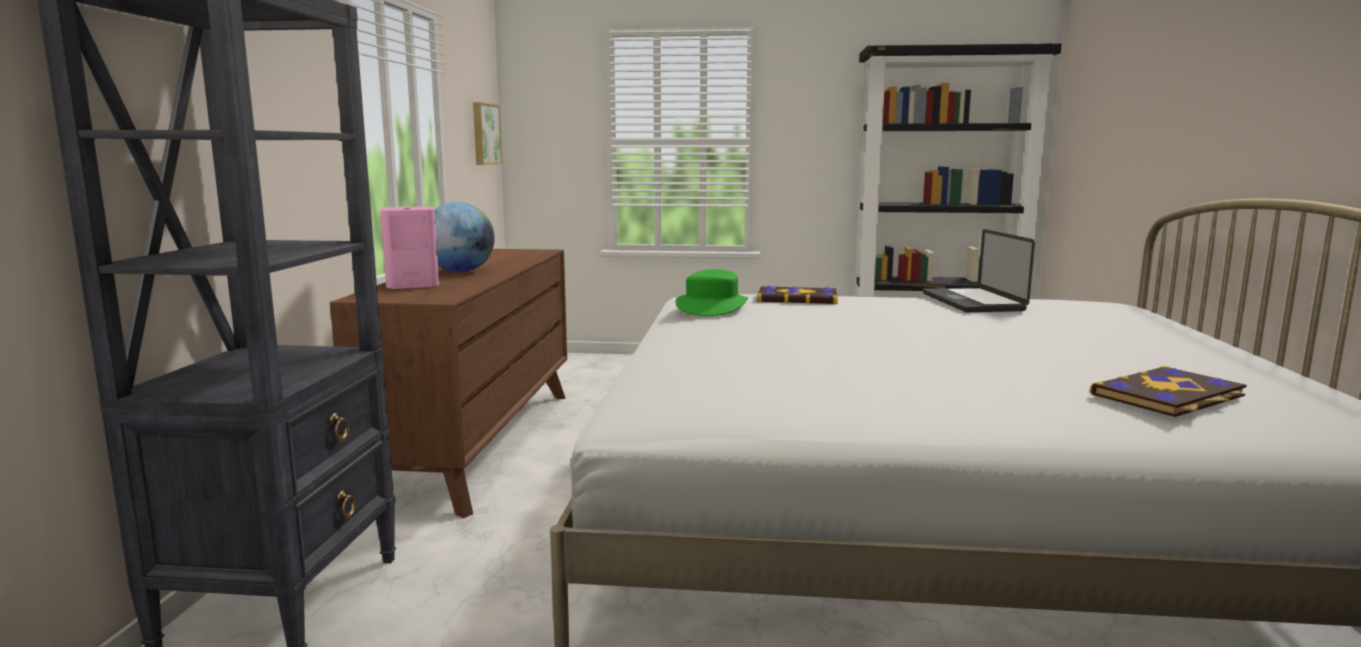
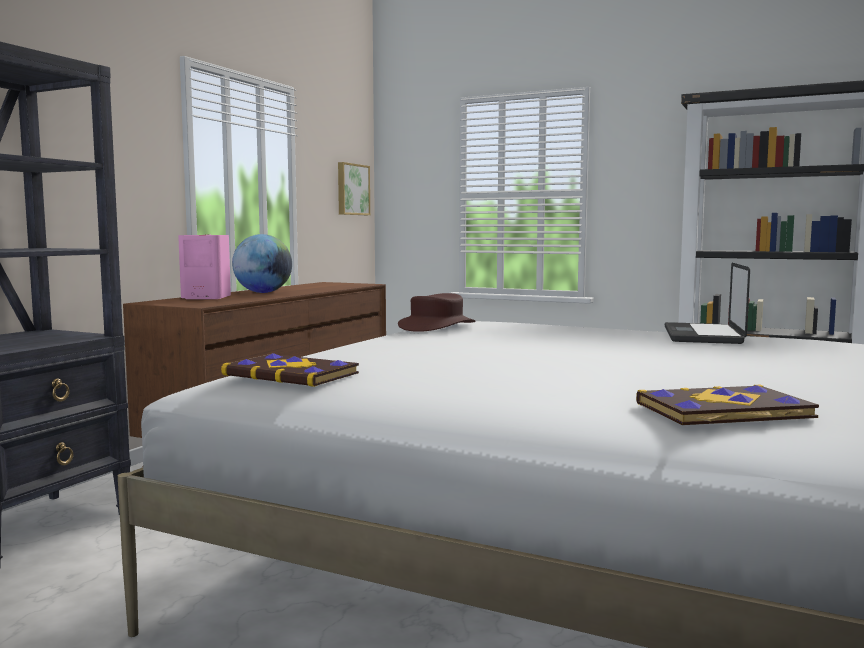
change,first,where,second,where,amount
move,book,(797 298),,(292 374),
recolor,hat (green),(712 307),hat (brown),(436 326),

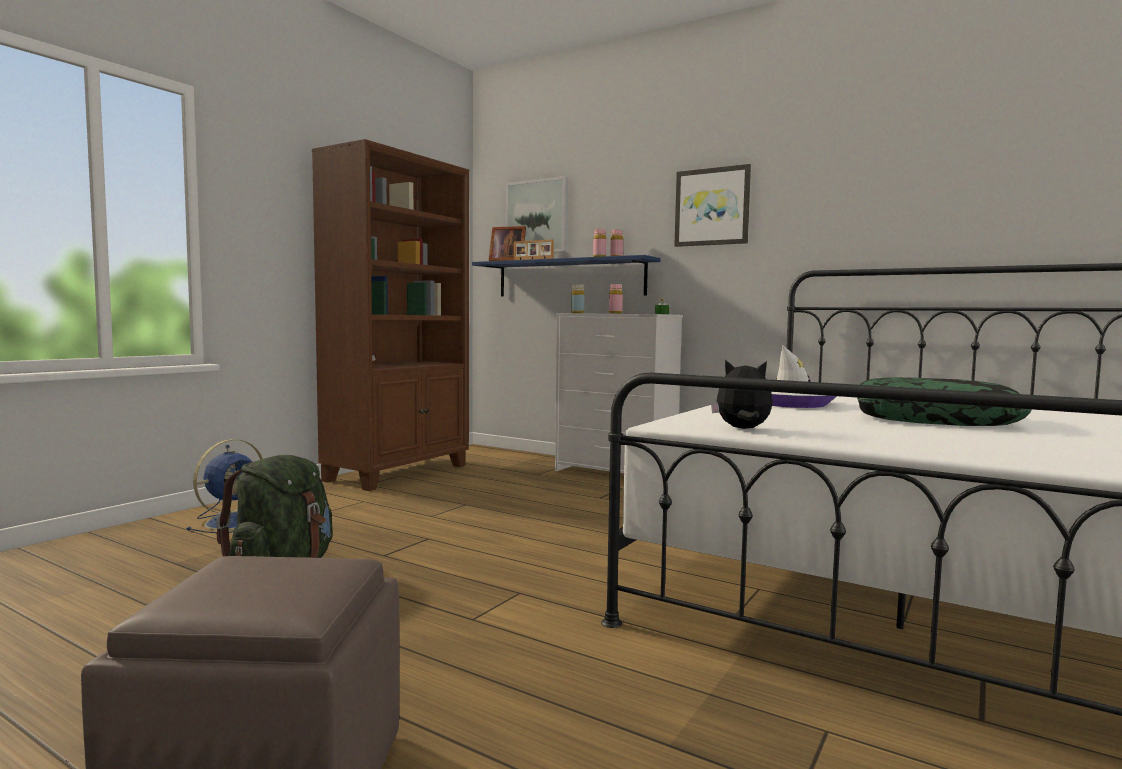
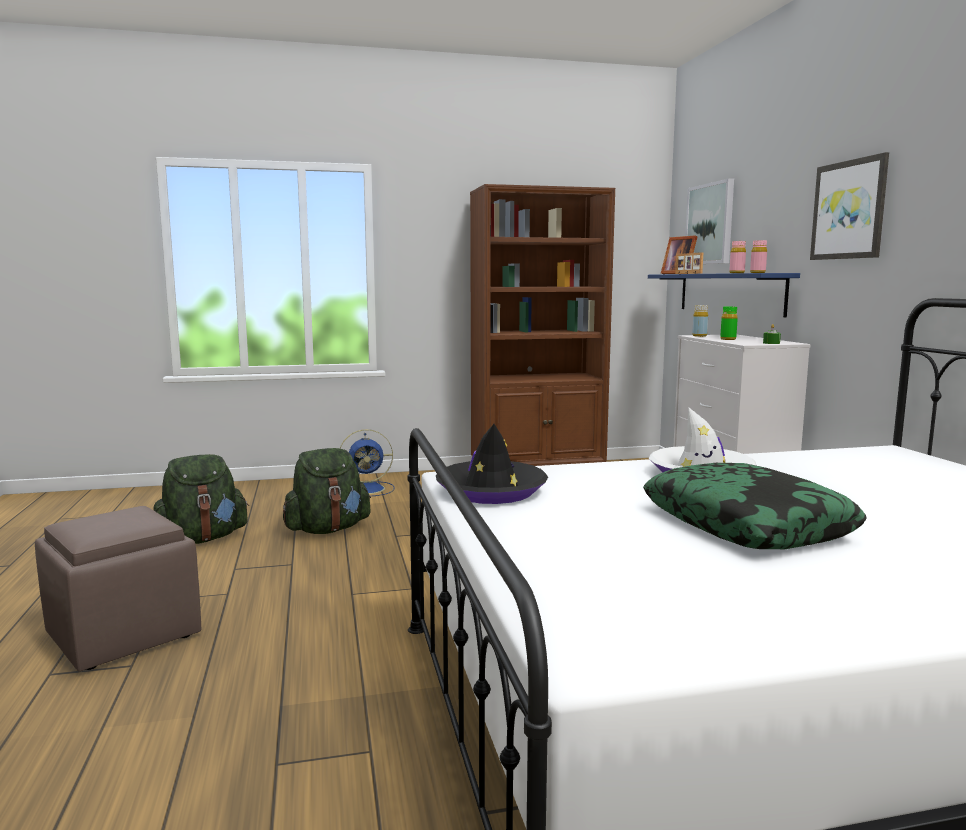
change,first,where,second,where,amount
insert,,,backpack (green),(202 539),
replace,plush toy,(742 429),hat (black),(491 491),
recolor,bottle (pink),(615 313),bottle (green),(728 339),

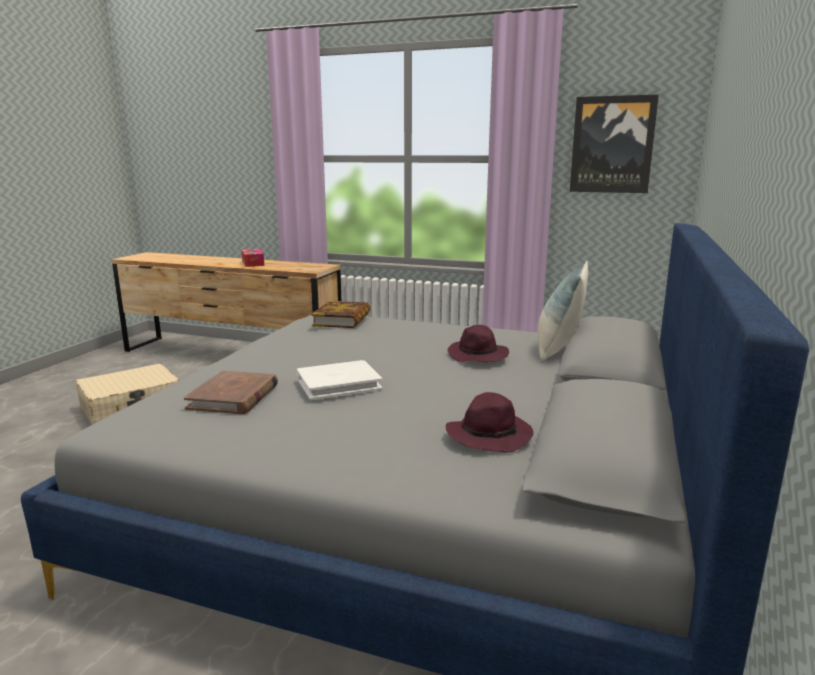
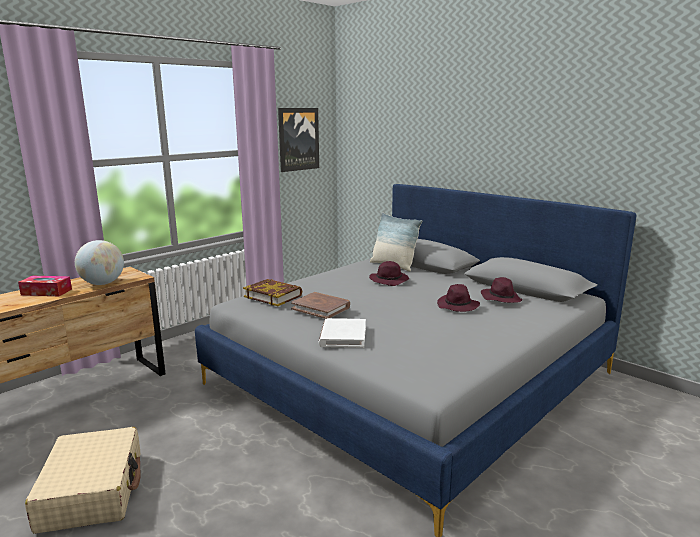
change,first,where,second,where,amount
insert,,,globe,(102 283),
move,book (brown),(234 397),,(321 308),
move,book (white),(338 384),,(343 336),
insert,,,hat (purple),(458 306),

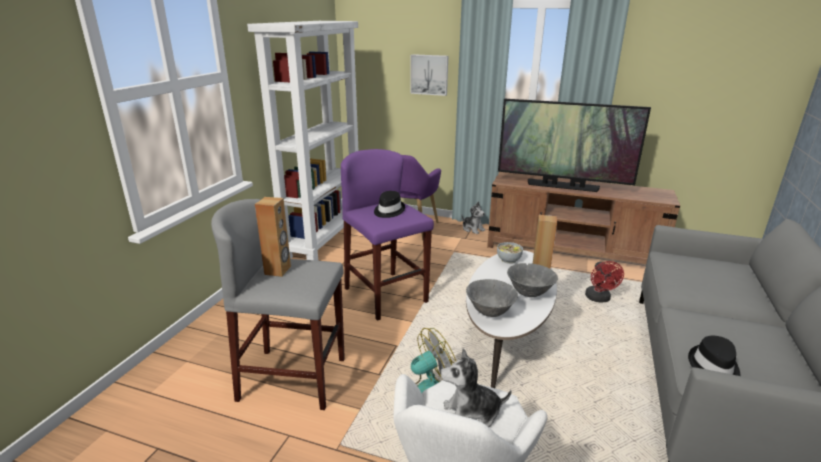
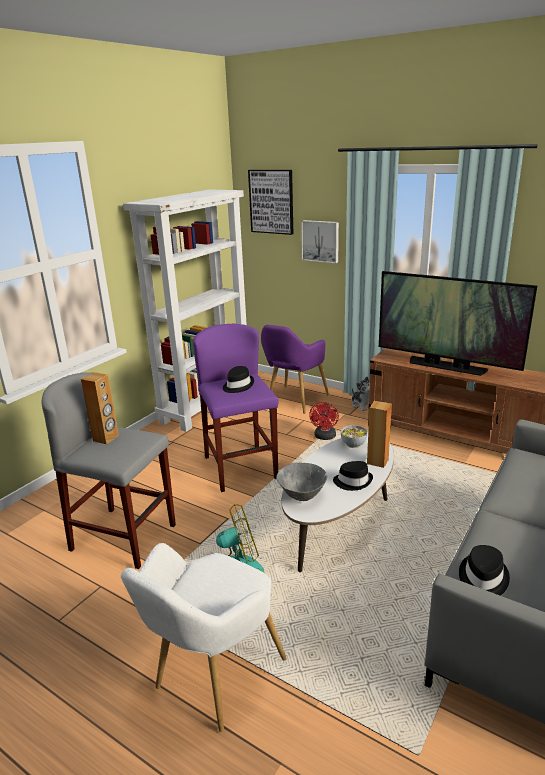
change,first,where,second,where,amount
insert,,,picture,(271 201),
move,fan (red),(599 299),,(324 437),
replace,bowl (grey),(529 294),hat (black),(353 481),
delete,plush toy,(471 414),,,

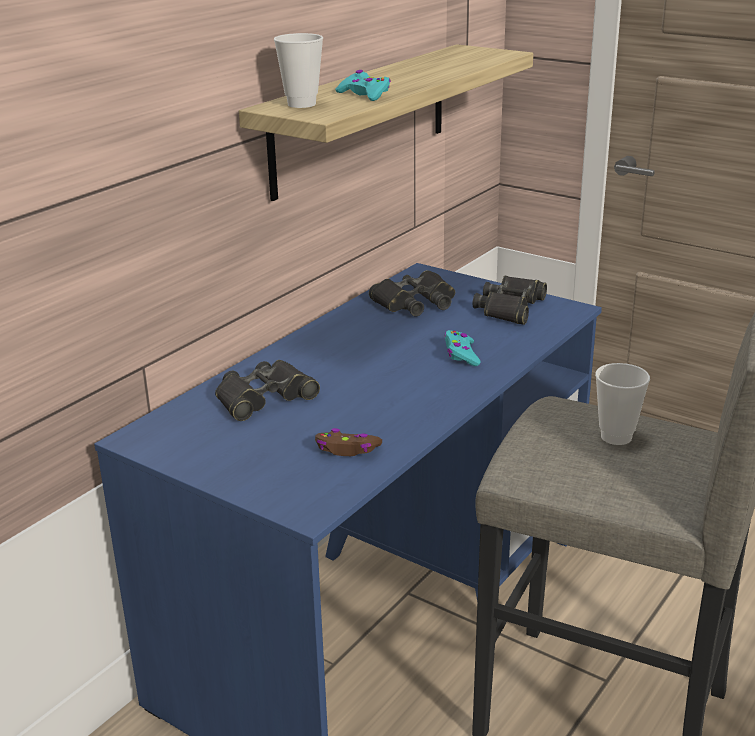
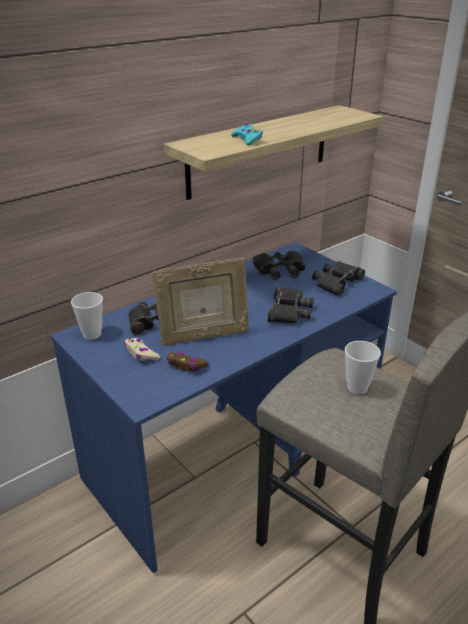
change,first,where,second,where,amount
move,cup,(301 104),,(92 334),
insert,,,game controller (beige),(141 354),
insert,,,picture frame,(203 336),
replace,game controller (turquoise),(461 354),binoculars (black),(288 311),

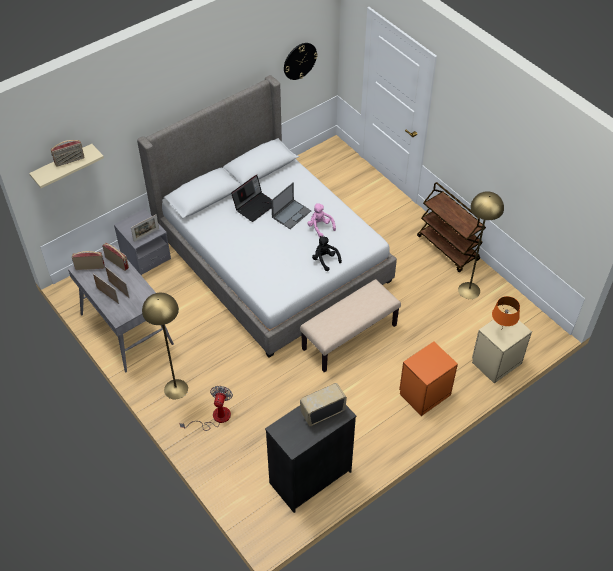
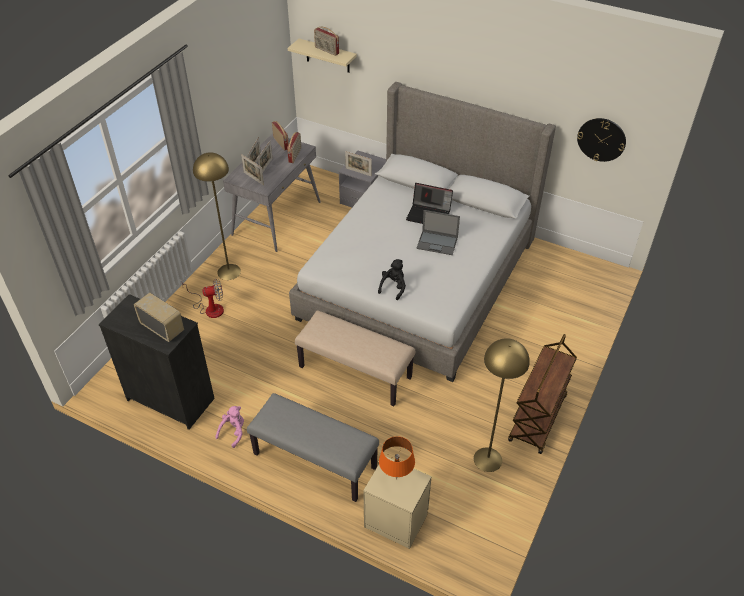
change,first,where,second,where,amount
move,plush toy (pink),(320 227),,(233 432),
insert,,,picture frame,(253 179),
replace,nightstand (orange),(423 394),bench (grey),(314 461),

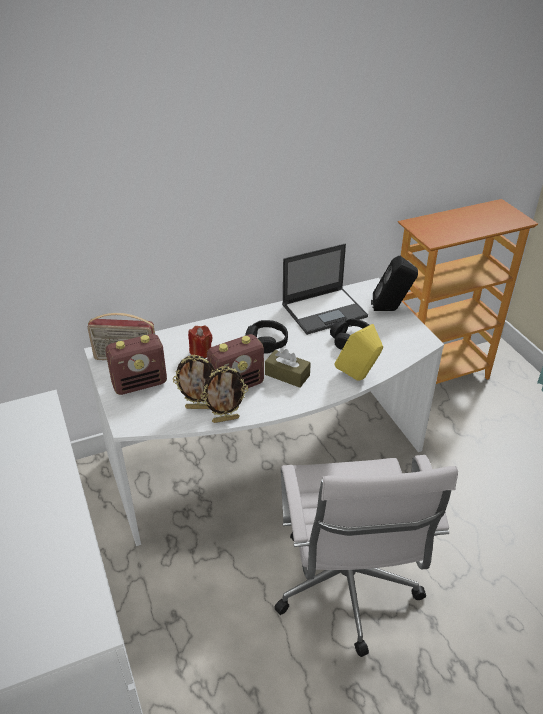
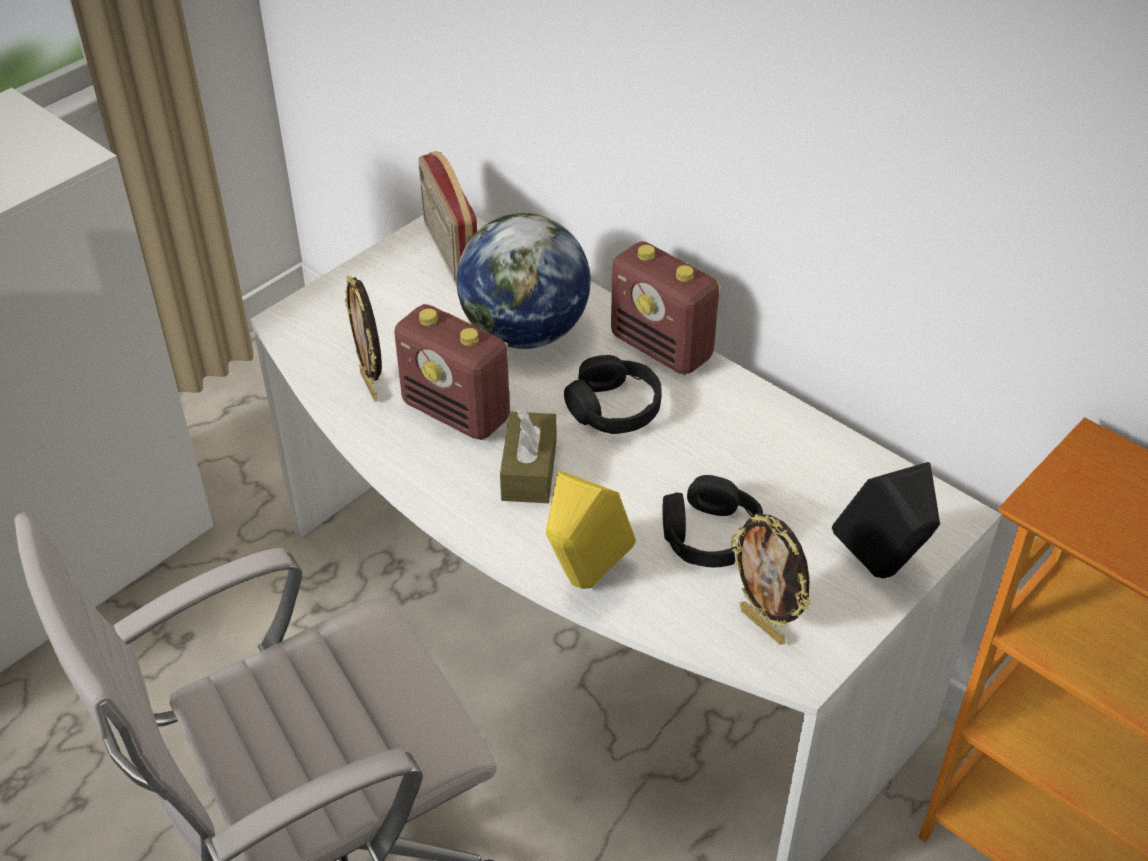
change,first,where,second,where,amount
replace,candle (red),(201 352),globe,(524 333),
move,radio,(140 384),,(662 348),
move,picture frame,(225 419),,(764 625),
delete,laptop,(325 310),,,

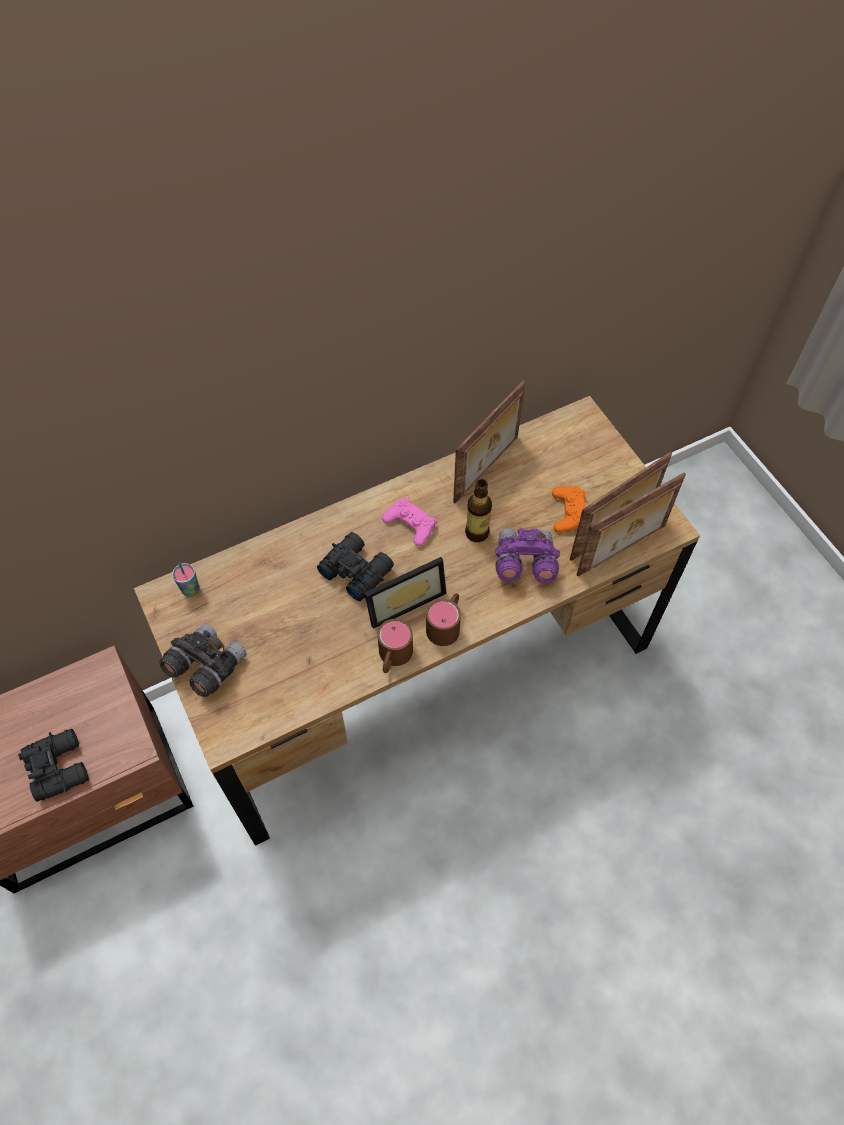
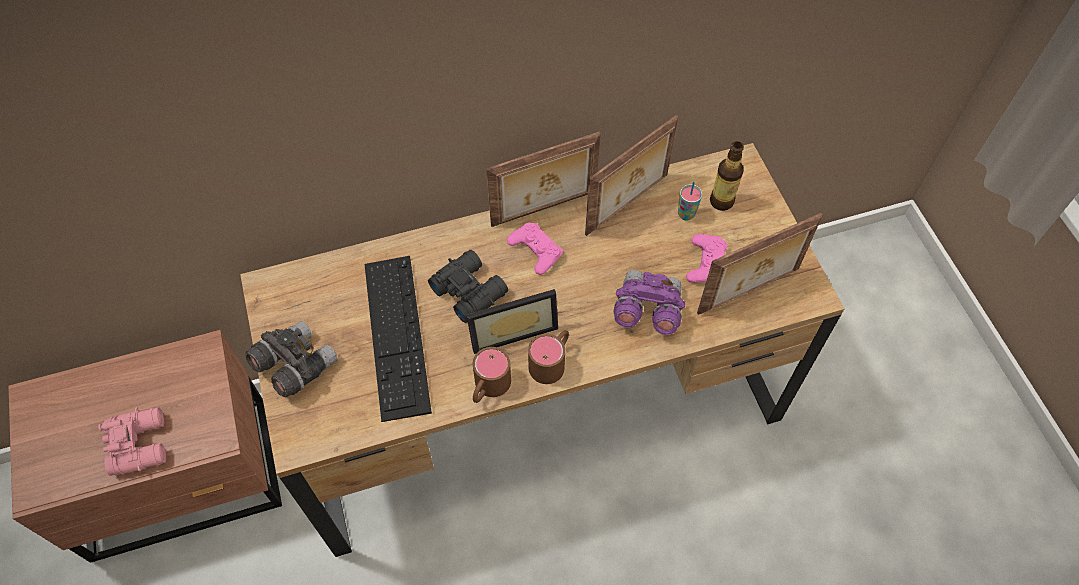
change,first,where,second,where,amount
recolor,binoculars (black),(59 766),binoculars (pink),(140 443),
insert,,,keyboard,(396 335),
move,picture frame,(622 551),,(544 210),
move,cup,(191 590),,(686 214),
recolor,game controller (orange),(568 512),game controller (pink),(706 263),
move,bottle,(477 533),,(721 201),

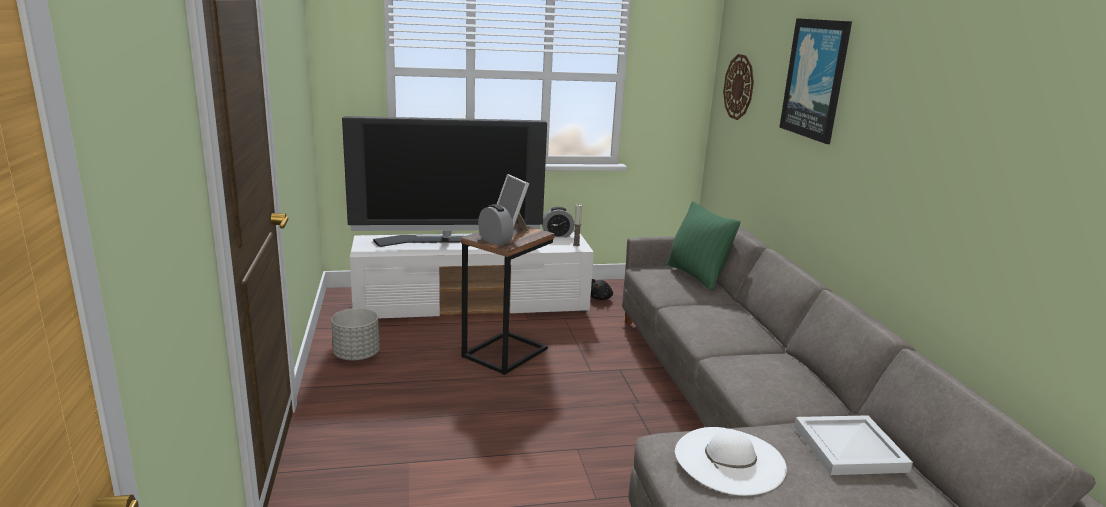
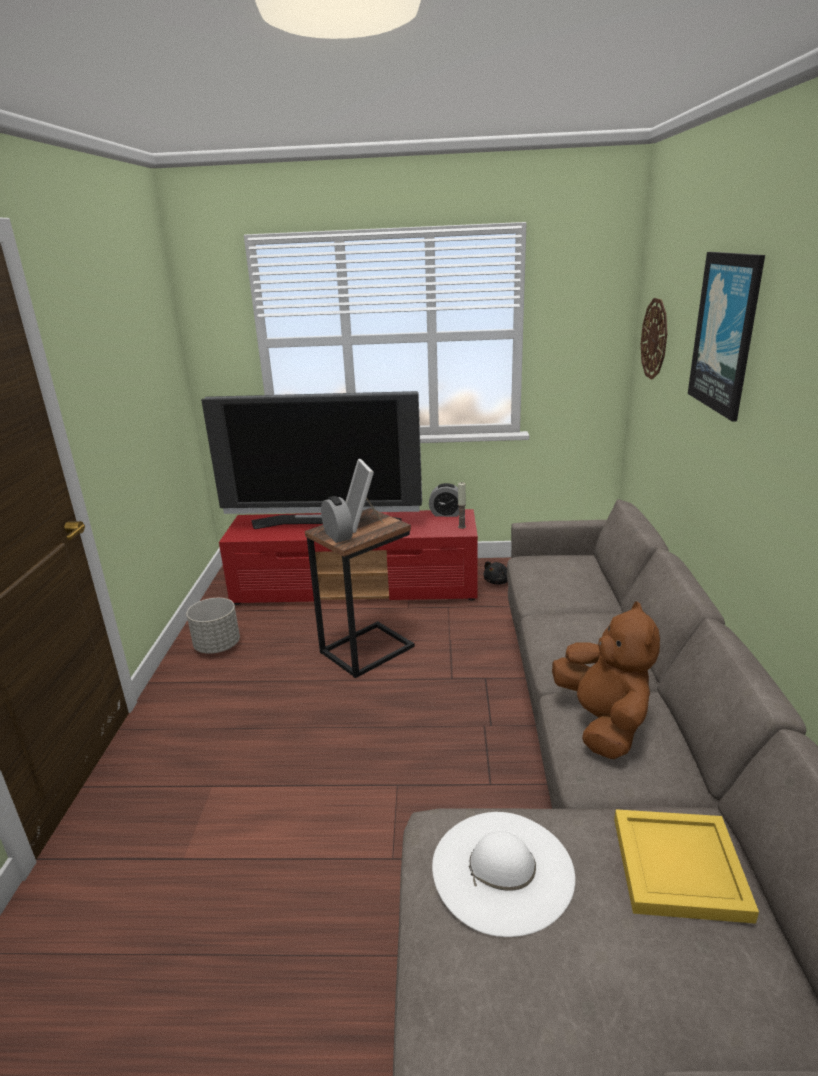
change,first,where,second,where,amount
recolor,tv stand (white),(473 305),tv stand (red),(357 588),
insert,,,plush toy (brown),(602 723),
recolor,tray (white),(850 447),tray (yellow),(680 866),
delete,pillow (green),(696 276),,,

